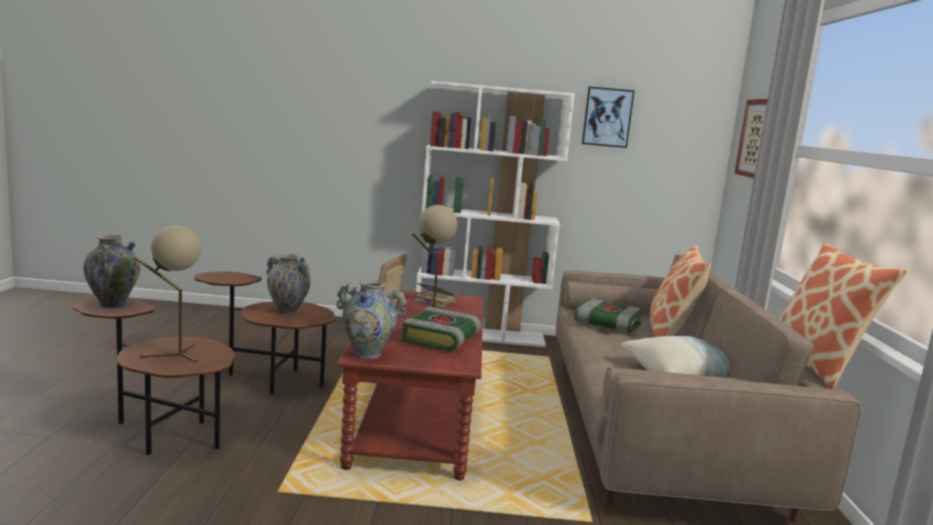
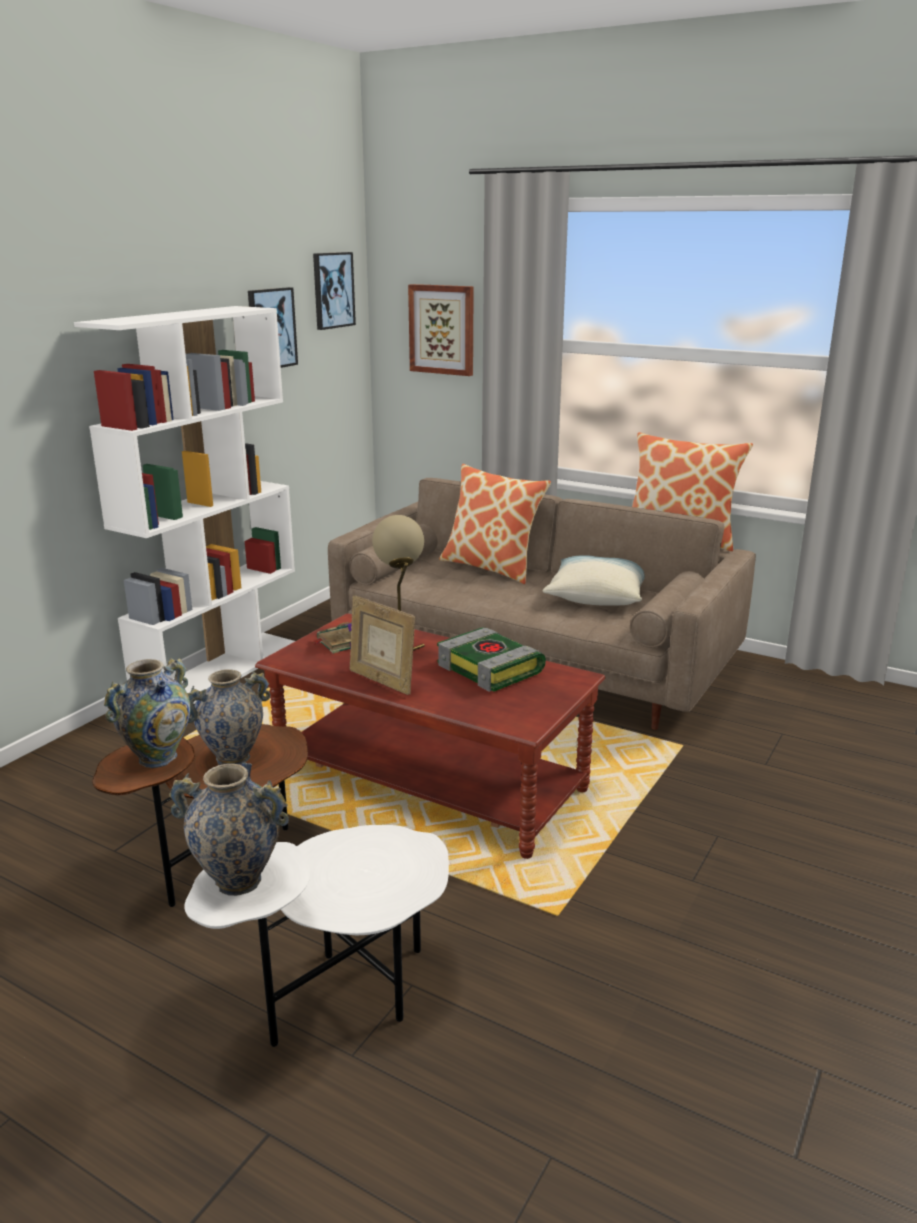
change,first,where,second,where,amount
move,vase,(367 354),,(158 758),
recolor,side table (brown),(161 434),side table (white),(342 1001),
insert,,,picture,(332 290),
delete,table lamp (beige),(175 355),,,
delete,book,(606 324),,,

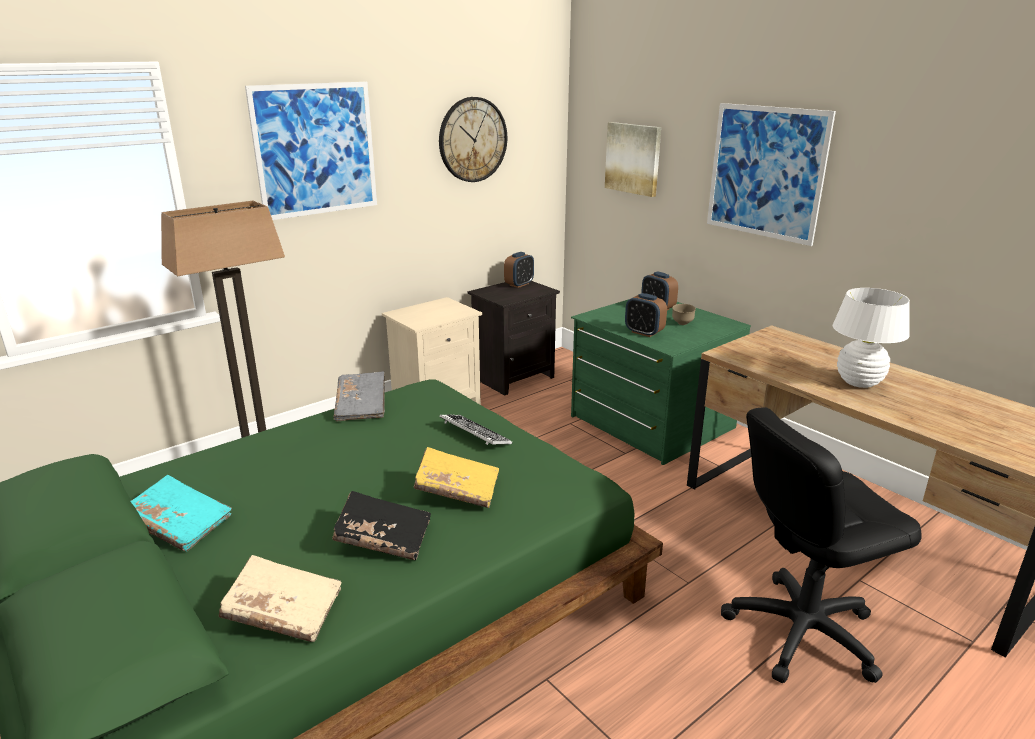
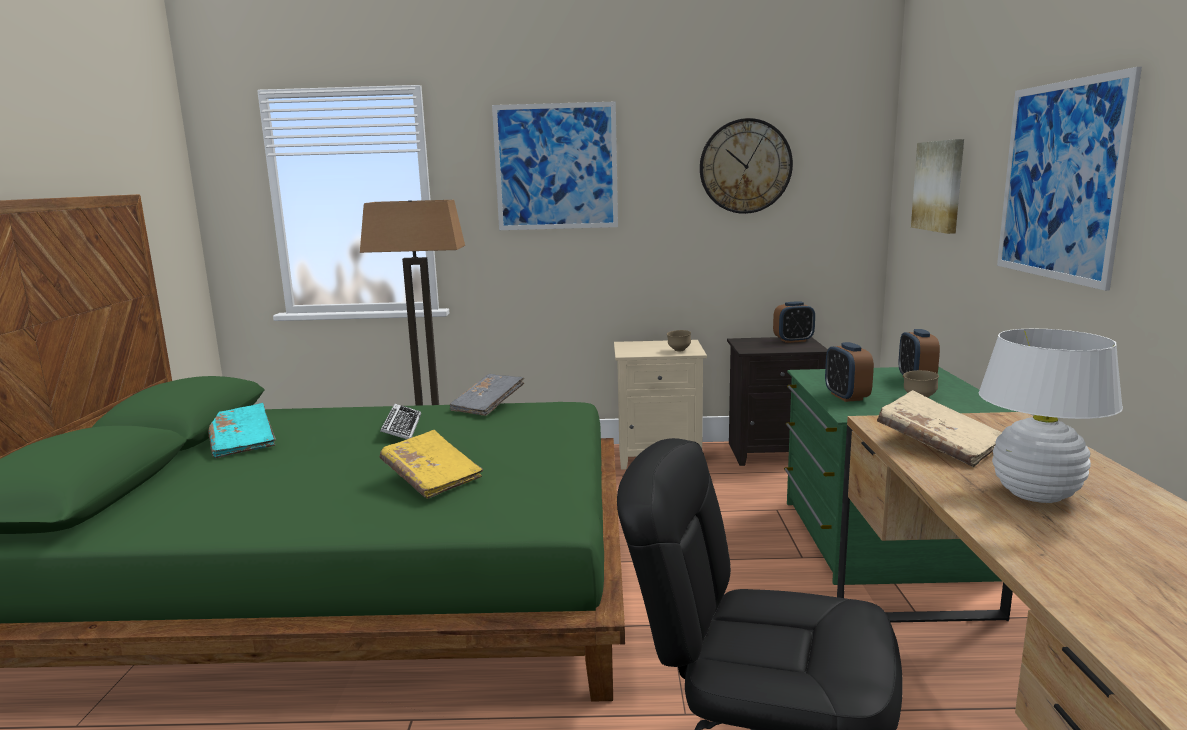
change,first,where,second,where,amount
move,keyboard,(474 435),,(401 427),
insert,,,bowl (brown),(679 350),
move,book (beige),(284 612),,(938 445),
delete,book (black),(383 538),,,

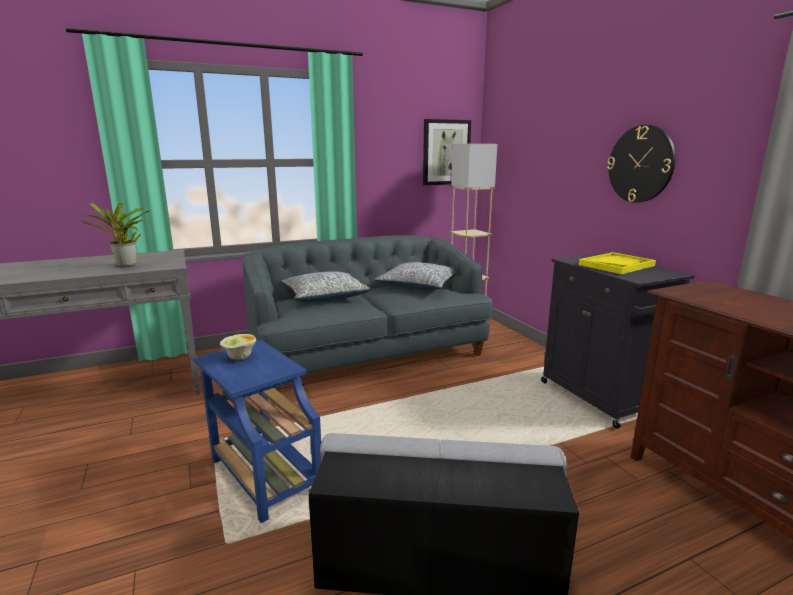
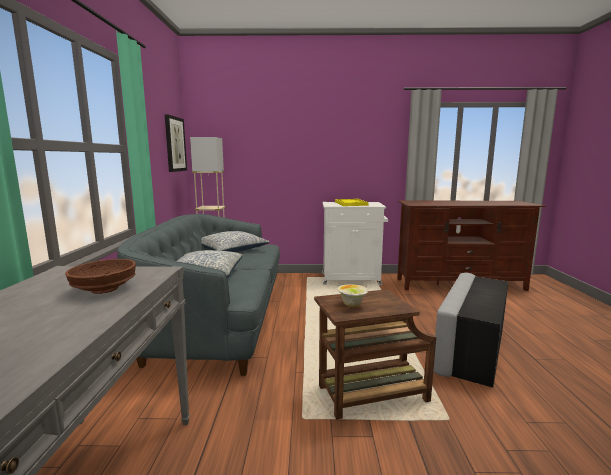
change,first,where,second,where,amount
replace,potted plant,(126 266),bowl (brown),(105 289),
recolor,side table (blue),(263 473),side table (brown),(369 394),
recolor,cabinet (black),(602 398),cabinet (white),(352 279),
delete,wall clock,(640 164),,,

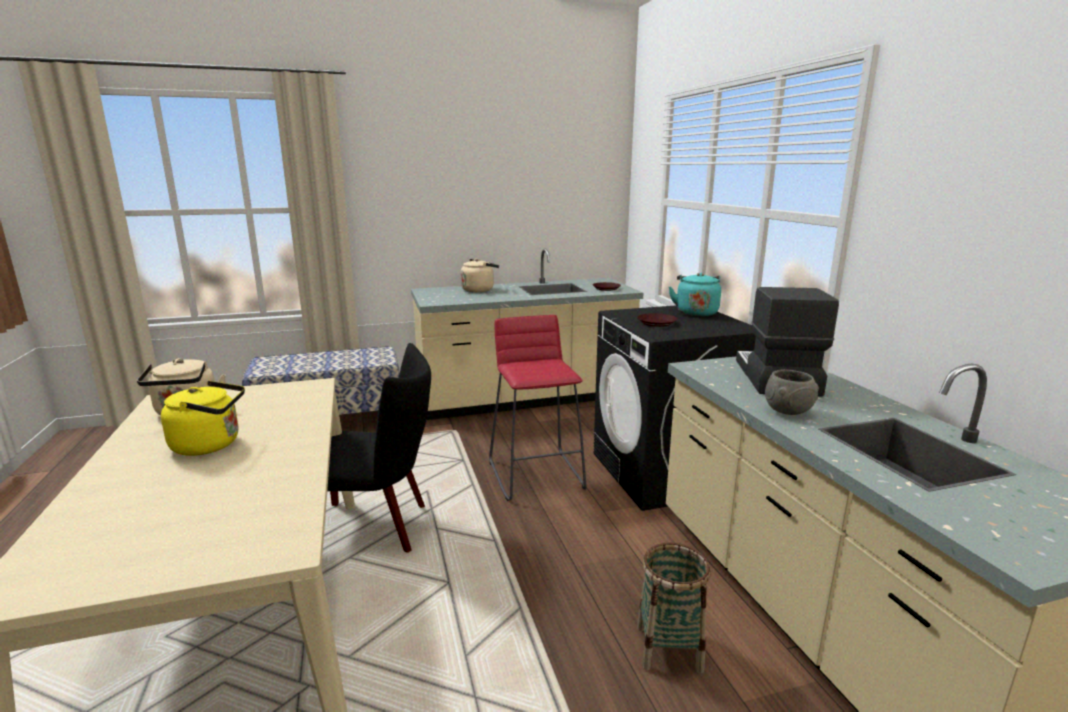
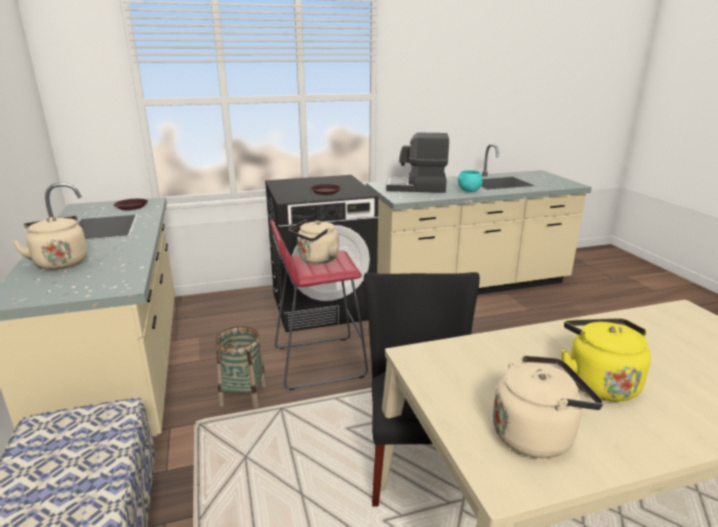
change,first,where,second,where,amount
move,basket,(668 648),,(243 395),
insert,,,kettle (beige),(316 259),
recolor,bowl (grey),(787 411),bowl (turquoise),(468 191),
delete,kettle (turquoise),(695 312),,,

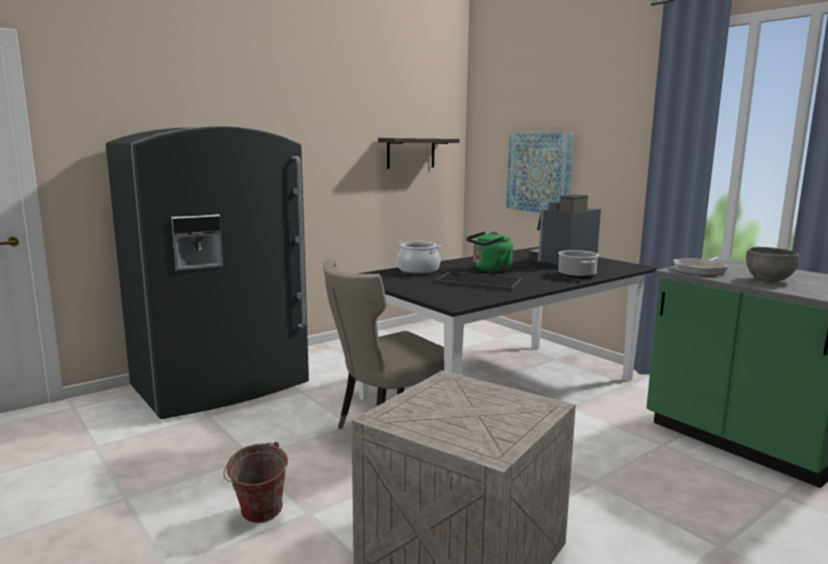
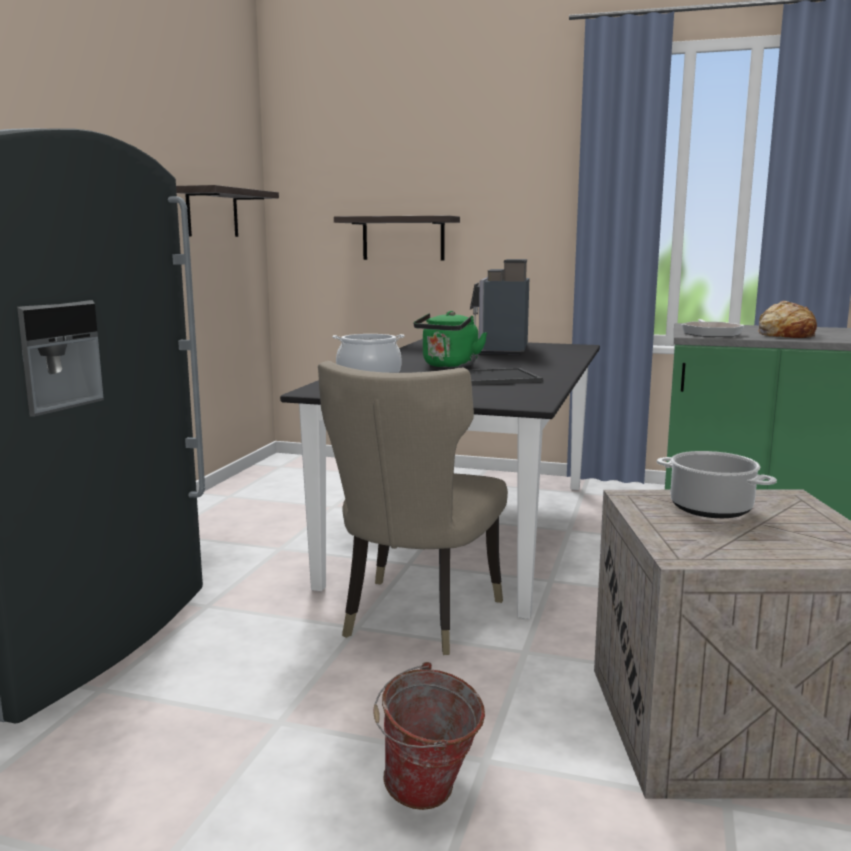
change,first,where,second,where,amount
replace,picture,(539 172),shelf,(403 238),
move,cooking pot,(577 275),,(712 508),
replace,bowl (grey),(768 280),bread,(785 335),

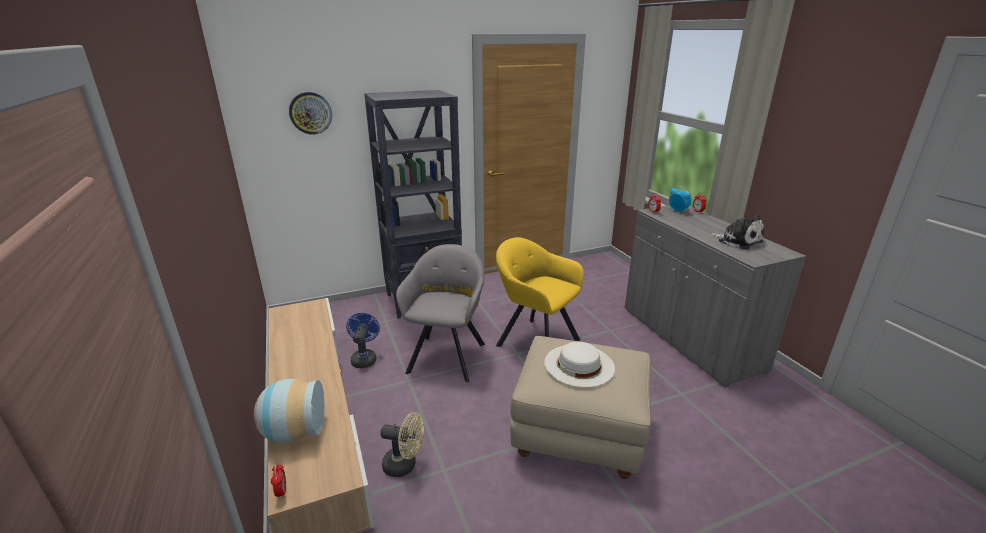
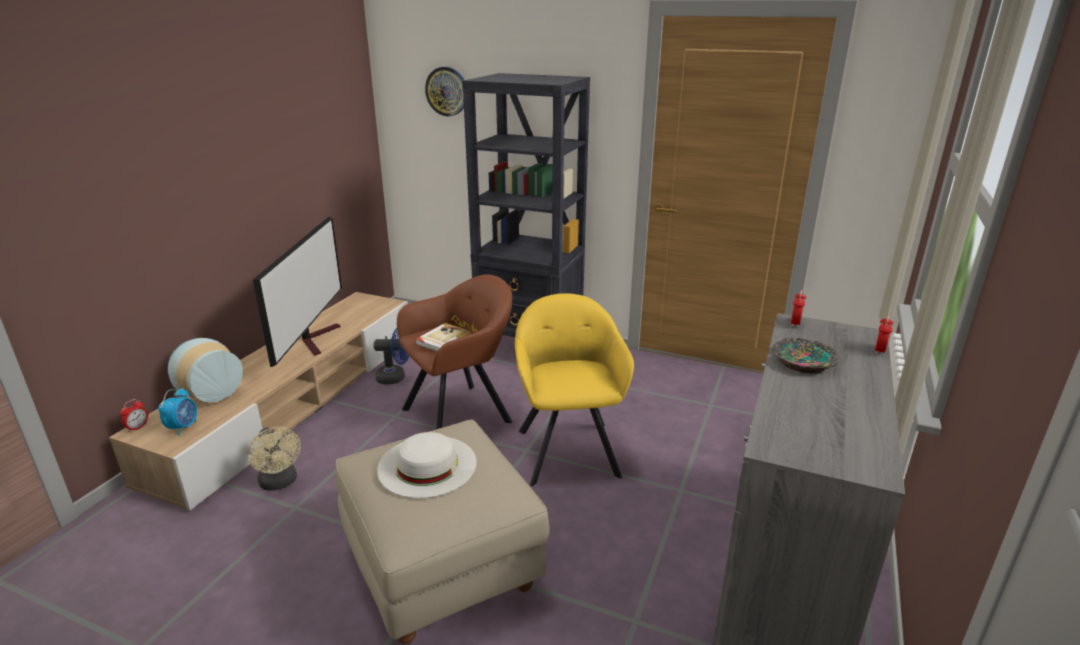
change,first,where,second,where,amount
move,alarm clock,(678 211),,(183 427),
insert,,,television,(316 338),
rotate,fan (blue),(364 358),,(395 377),45 degrees clockwise
recolor,armchair (grey),(448 355),armchair (brown),(461 413),
insert,,,book,(443 340),
insert,,,bowl,(805 362),
delete,plush toy,(737 241),,,

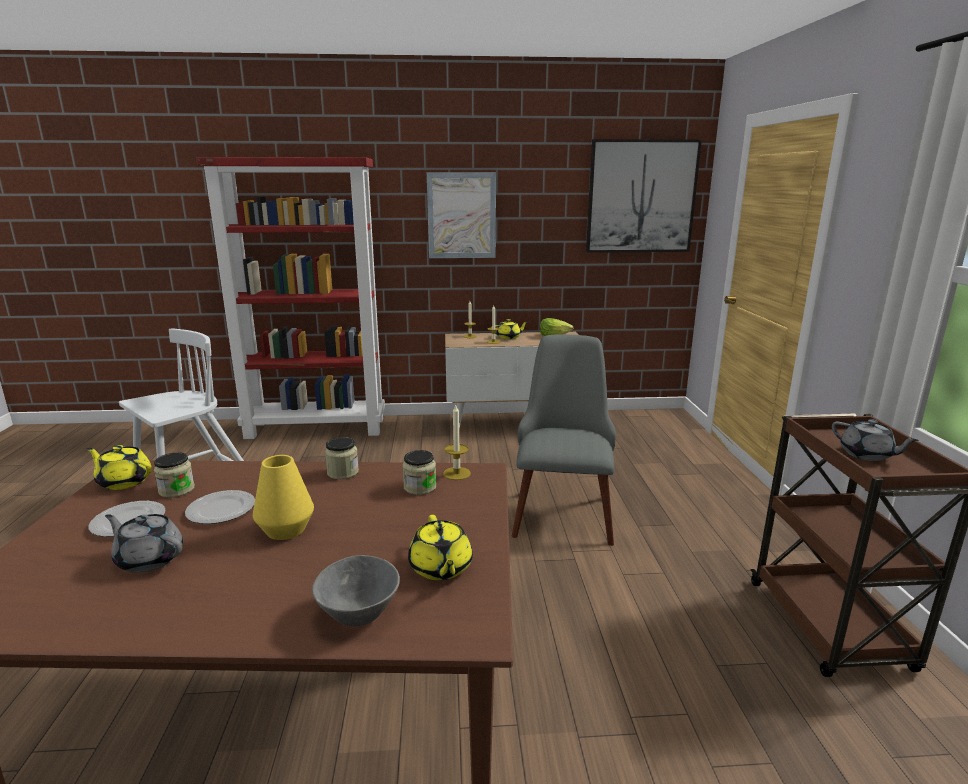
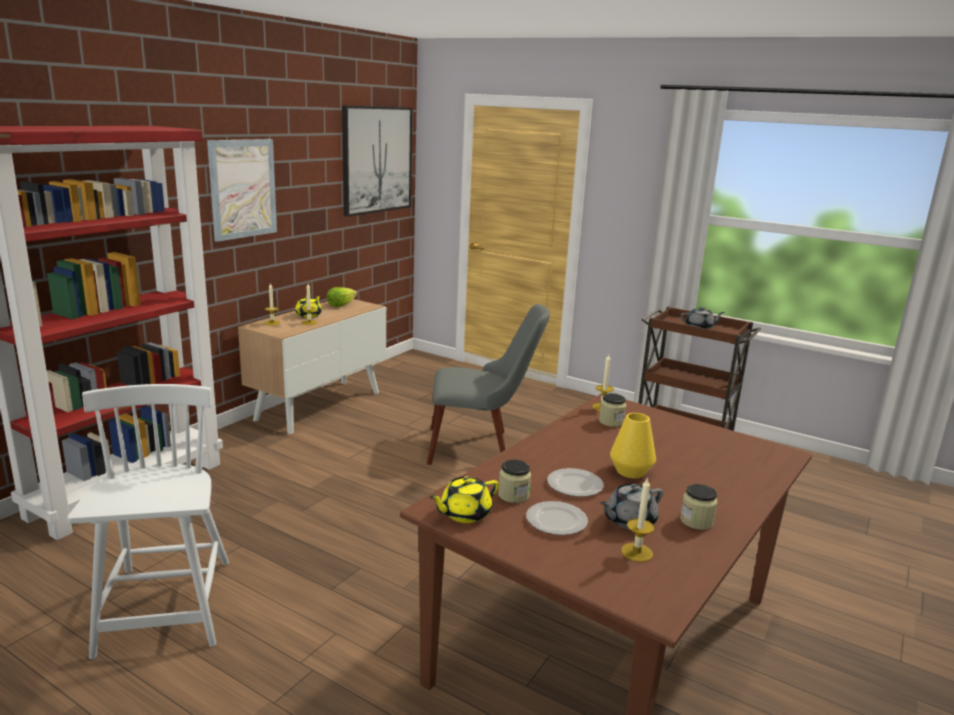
change,first,where,second,where,amount
rotate,chair (grey),(563 508),,(481 446),135 degrees clockwise
insert,,,candle,(637 552),
move,jar,(343 472),,(696 521),
delete,bowl (grey),(356 614),,,
delete,teapot (yellow),(440 568),,,

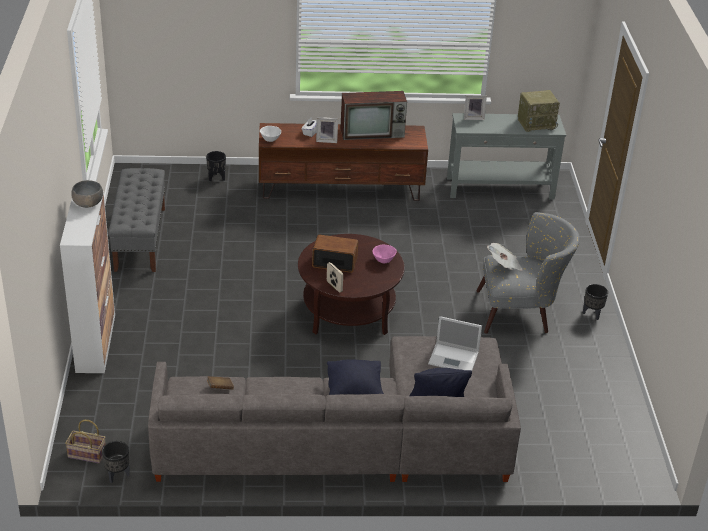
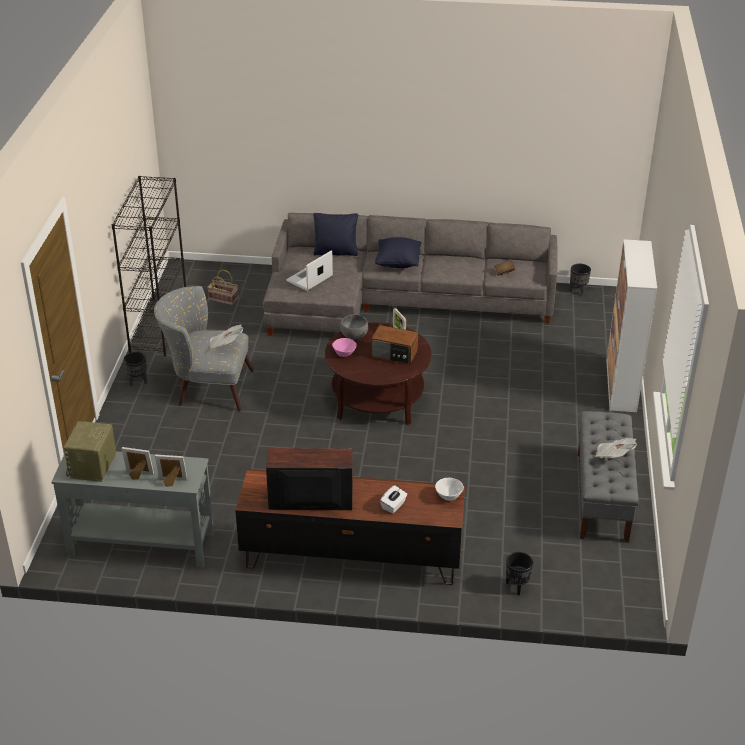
change,first,where,second,where,amount
rotate,radio,(536 123),,(93 467),75 degrees counterclockwise
insert,,,bookcase (black),(159 327),
move,picture frame,(326 140),,(138 476),
move,basket,(86 454),,(224 299),
rotate,laptop,(454 358),,(309 279),75 degrees counterclockwise
move,bowl (grey),(88 203),,(354 335),
insert,,,newspaper,(613 456),

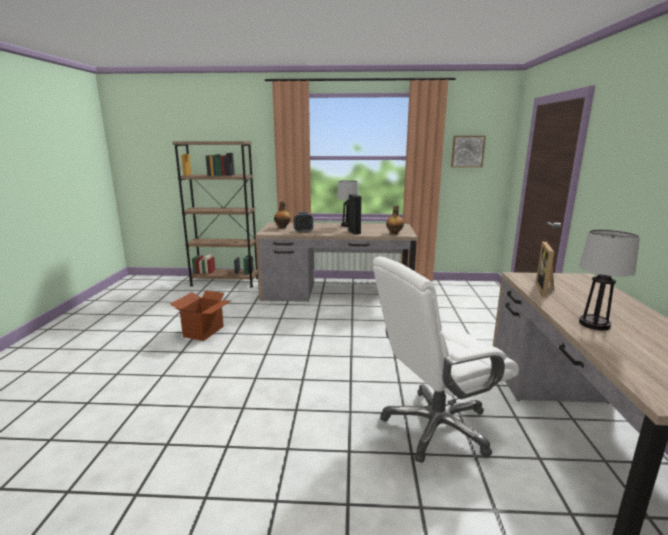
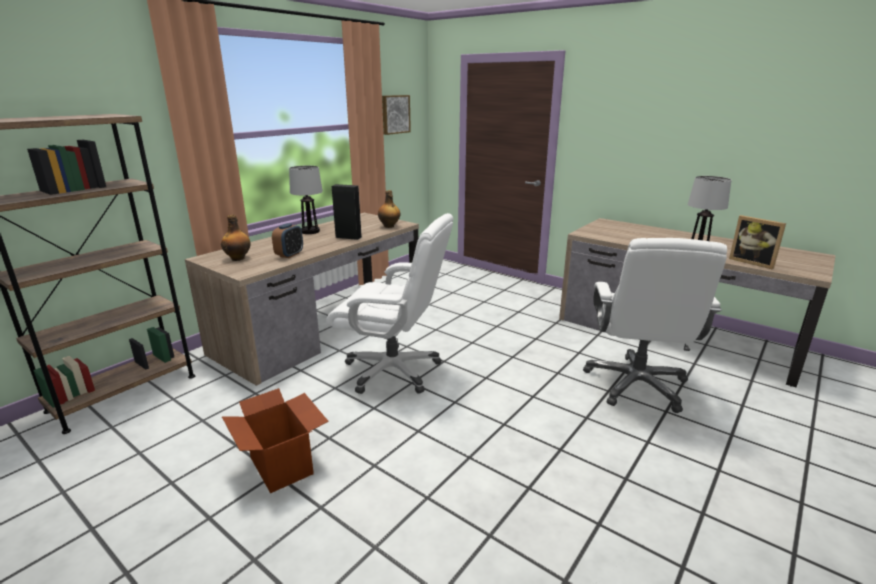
change,first,where,second,where,amount
insert,,,office chair (white),(394 370),
move,picture frame,(546 289),,(752 262),

